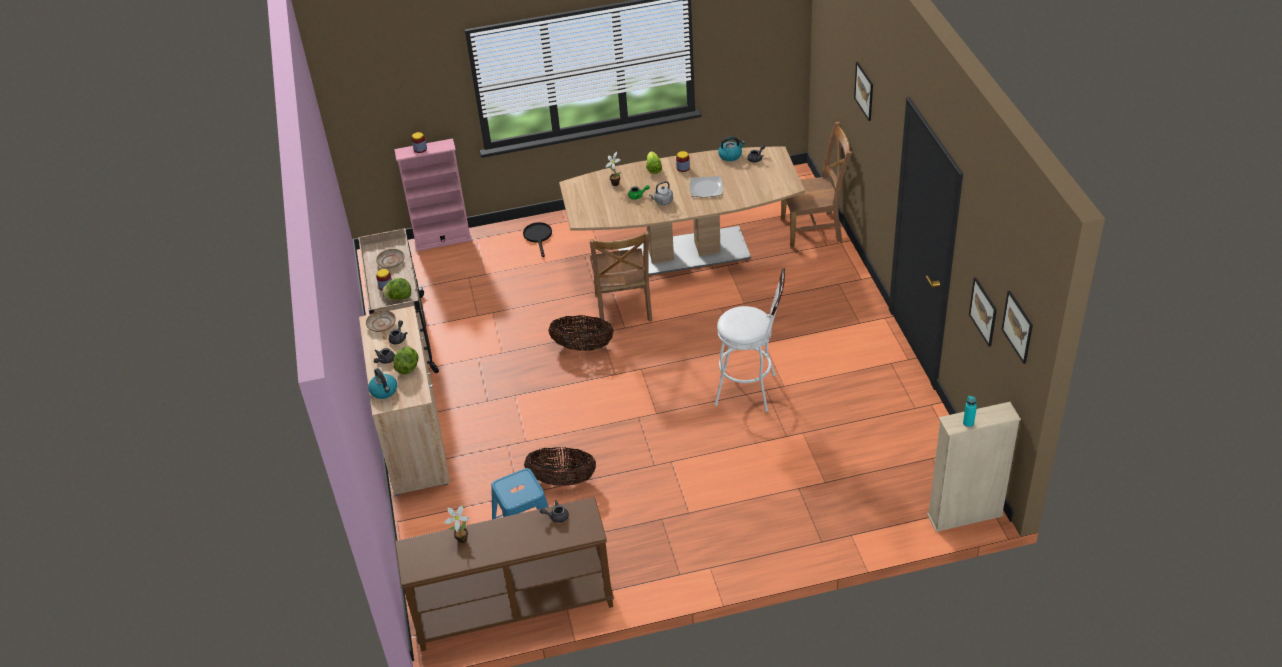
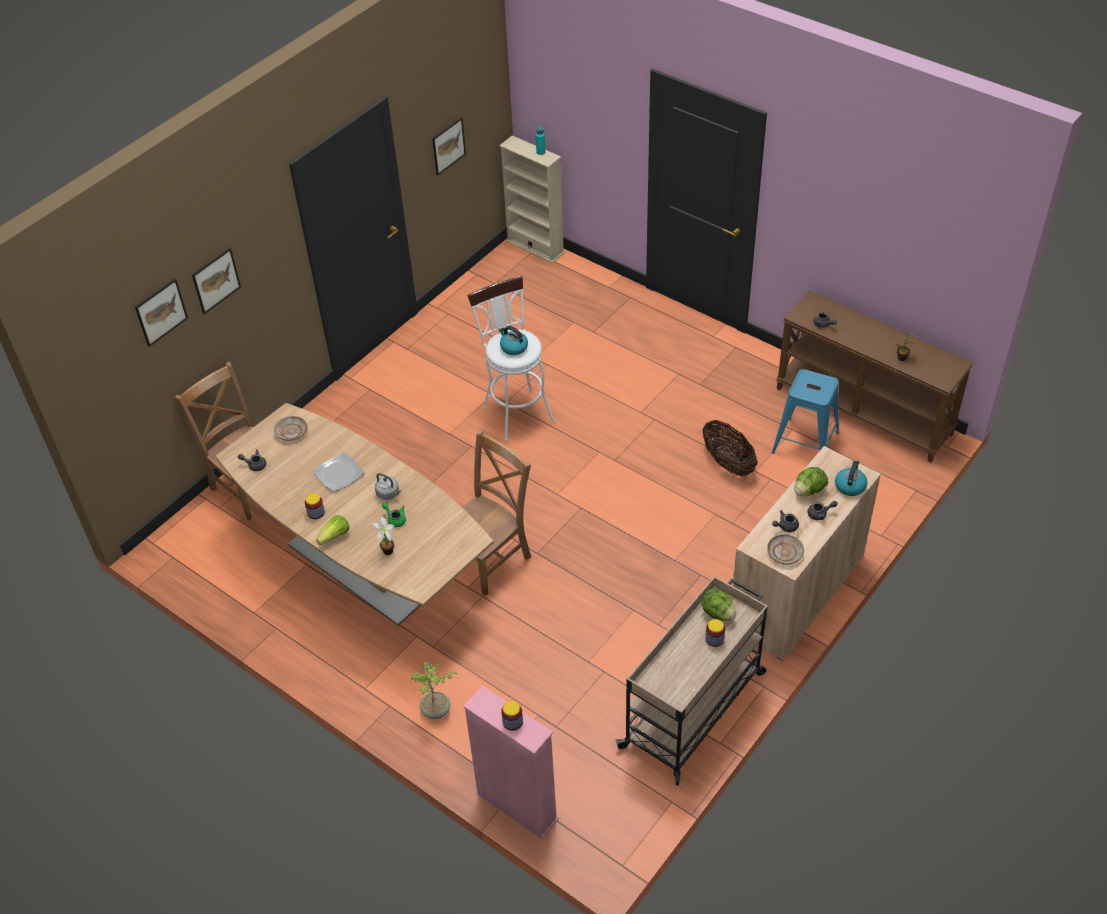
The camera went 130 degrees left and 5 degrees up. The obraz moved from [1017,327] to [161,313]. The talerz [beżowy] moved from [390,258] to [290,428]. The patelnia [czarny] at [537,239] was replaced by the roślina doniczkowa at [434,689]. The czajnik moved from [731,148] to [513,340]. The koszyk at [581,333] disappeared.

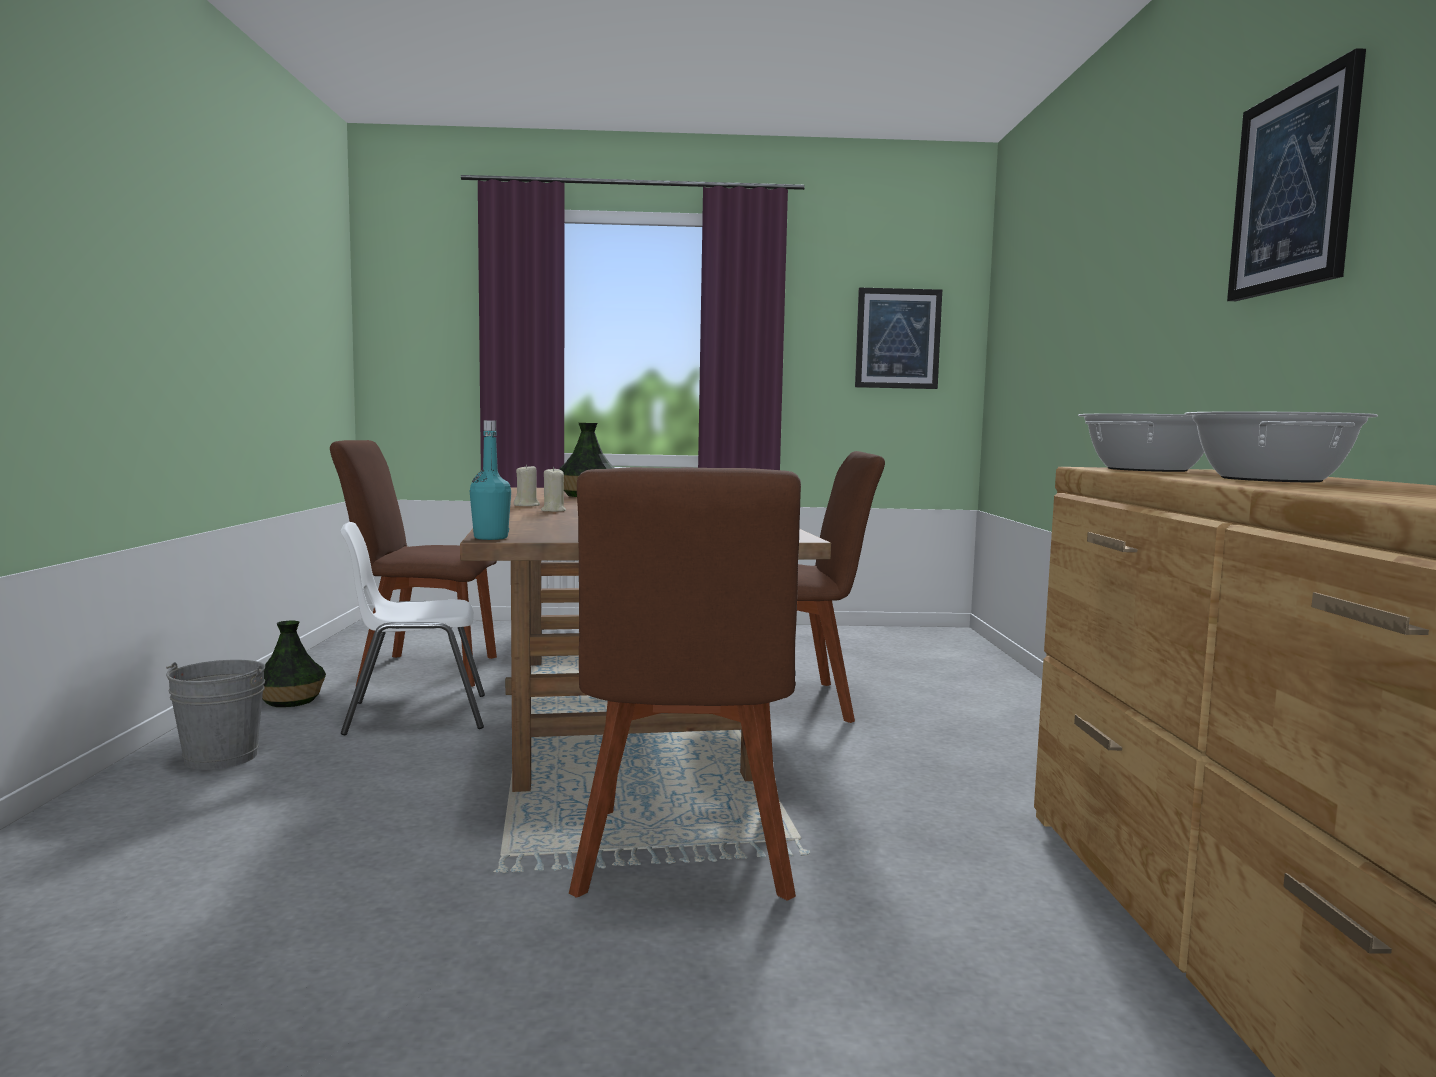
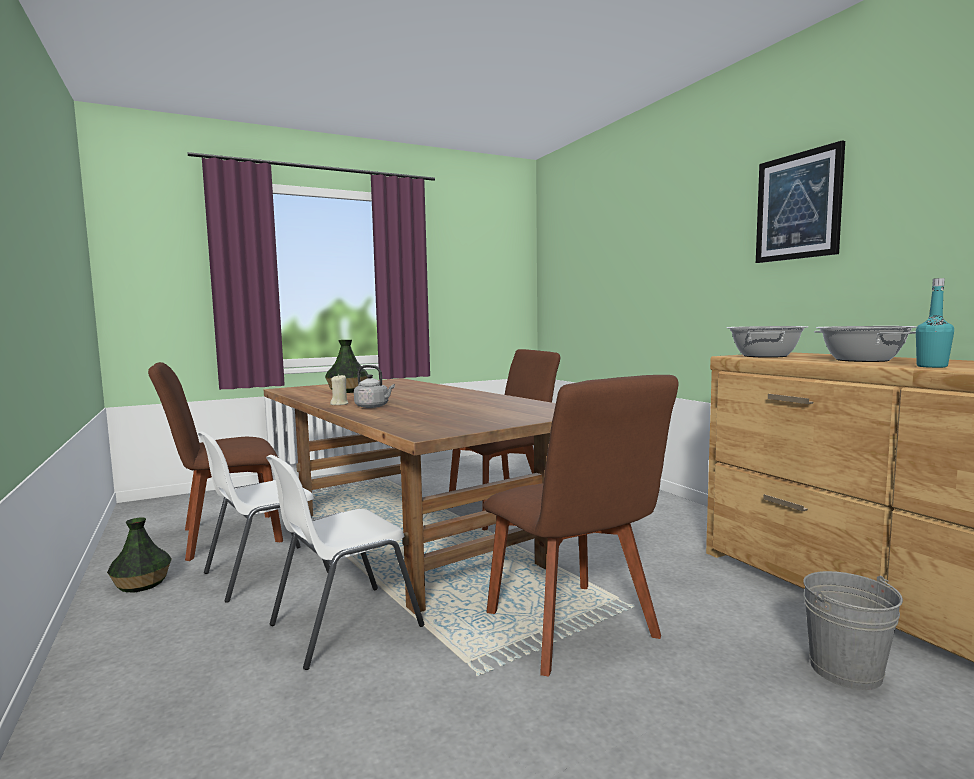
The camera went 25 degrees left and 0 degrees up. The krzesło [biały] at [345,562] appeared. The świeca [beżowy] at [553,489] was replaced by the czajnik [szary] at [374,386]. The wiadro [szary] moved from [215,715] to [853,630]. The butelka [turkusowy] moved from [490,480] to [935,323]. The obraz at [898,338] disappeared.

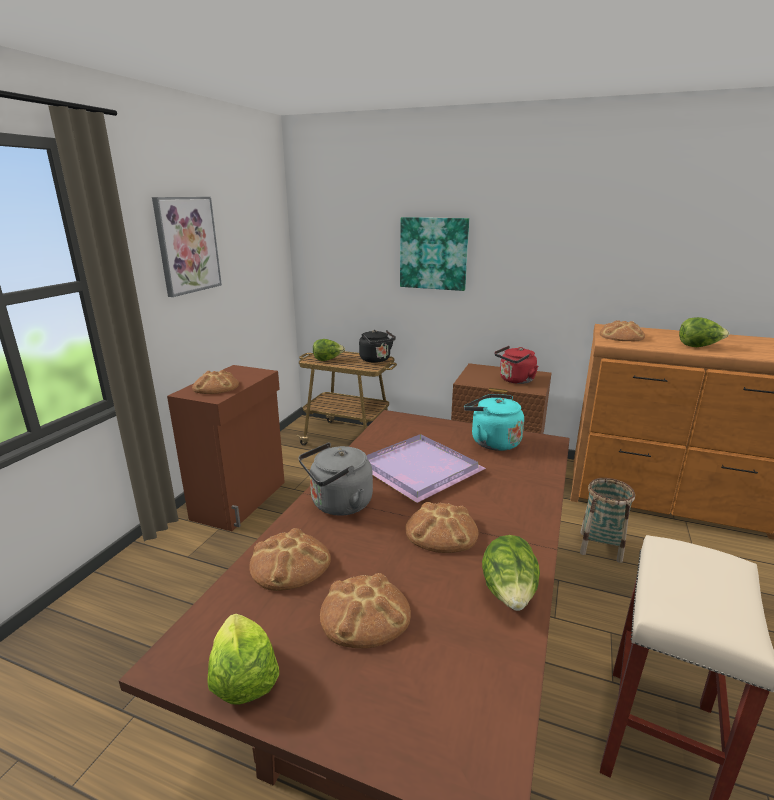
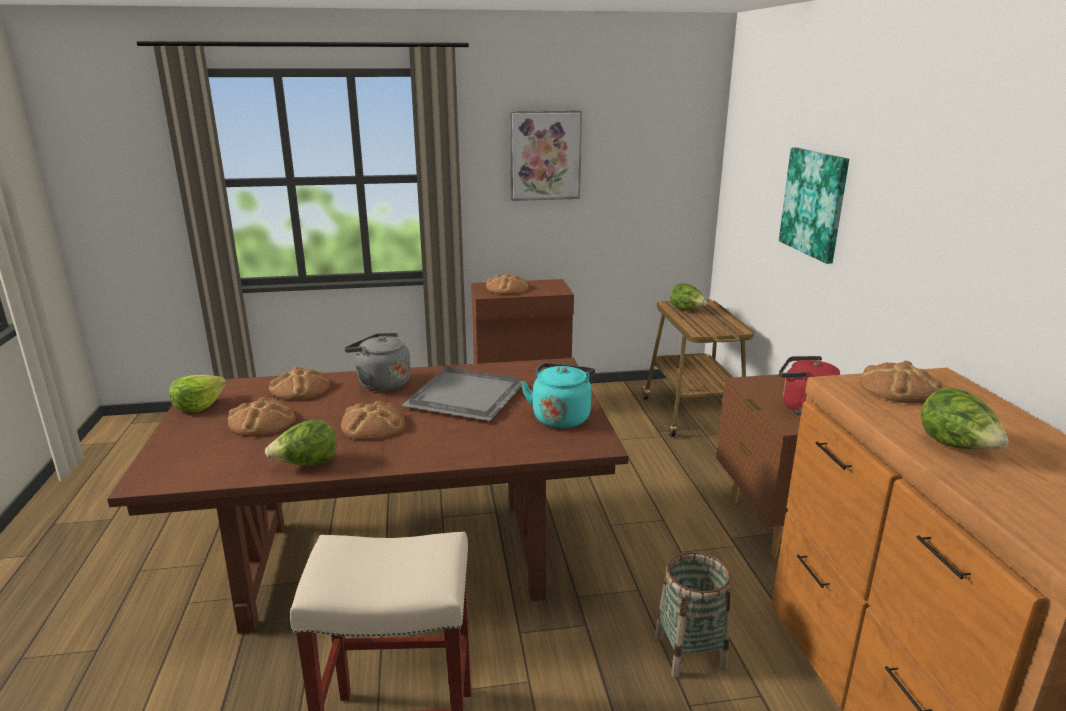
The camera went 60 degrees right and 0 degrees up. The taca [fioletowy] at [426,468] became the taca [szary] at [462,394]. The czajnik [czarny] at [377,346] disappeared.

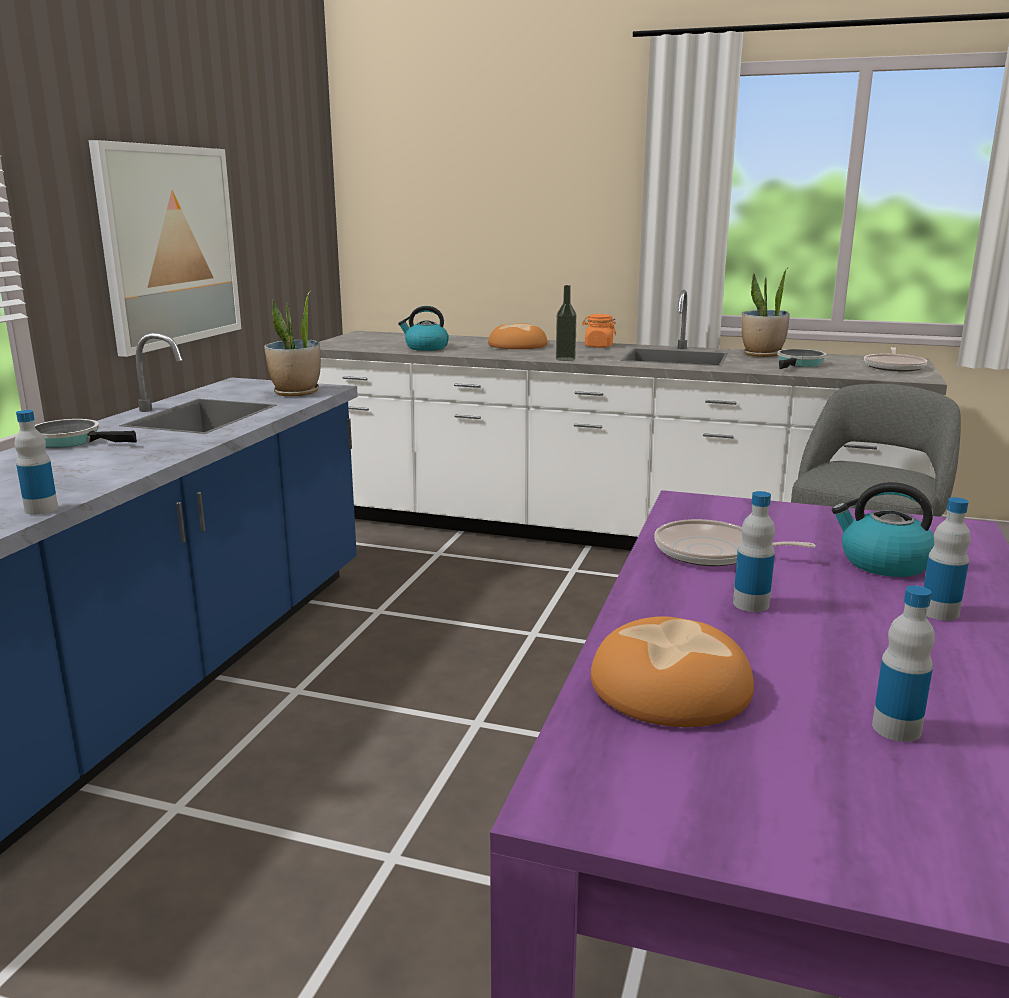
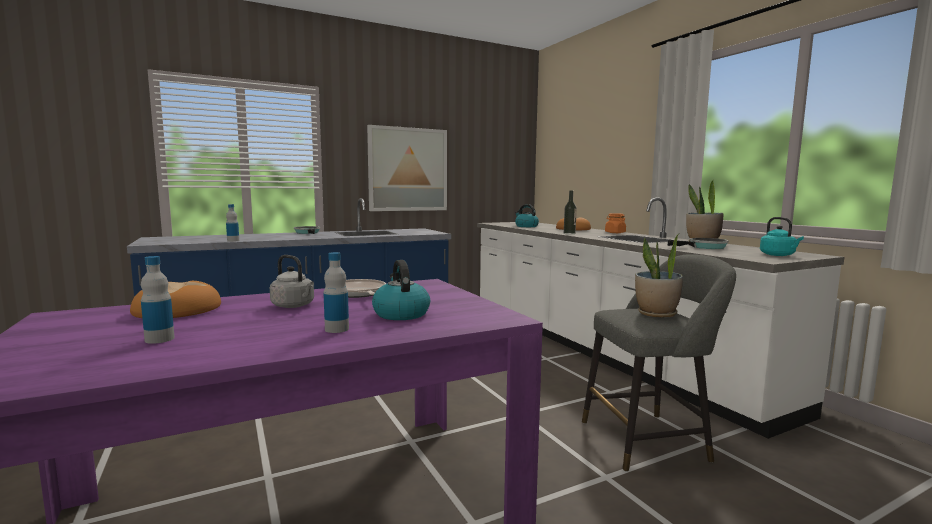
The camera went 45 degrees right and 10 degrees down. The butelka at [754,551] was replaced by the czajnik [szary] at [292,281]. The roślina doniczkowa moved from [292,344] to [659,276]. The patelnia at [895,359] was replaced by the czajnik [turkusowy] at [782,236].

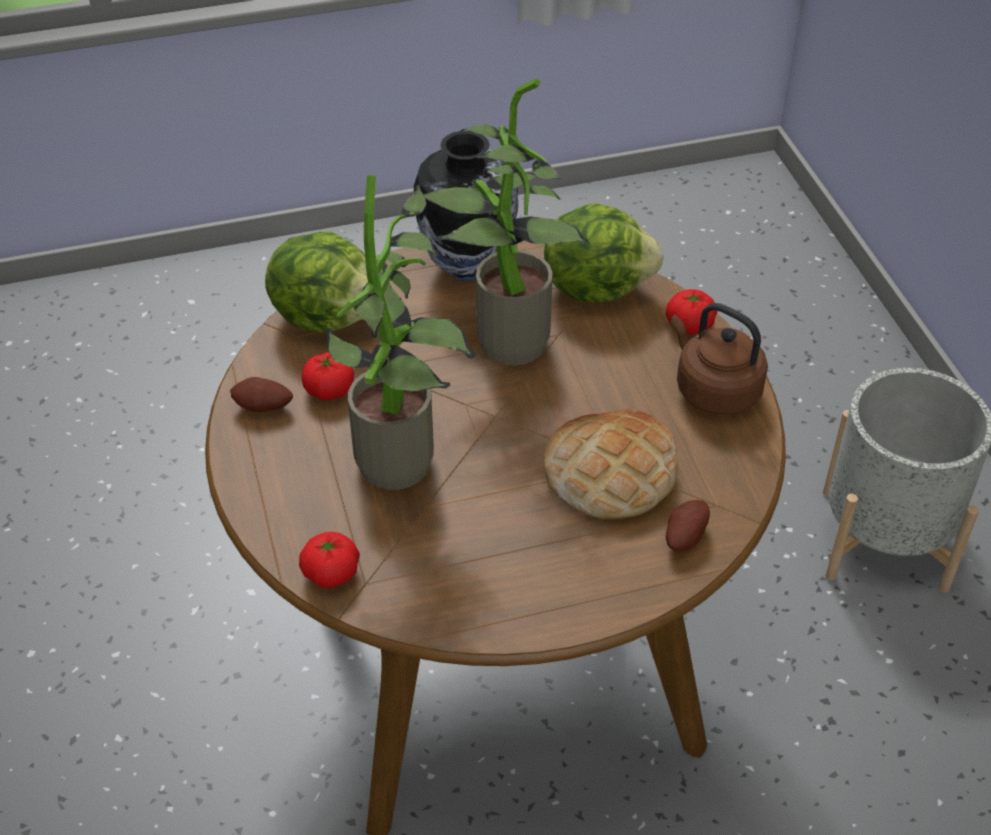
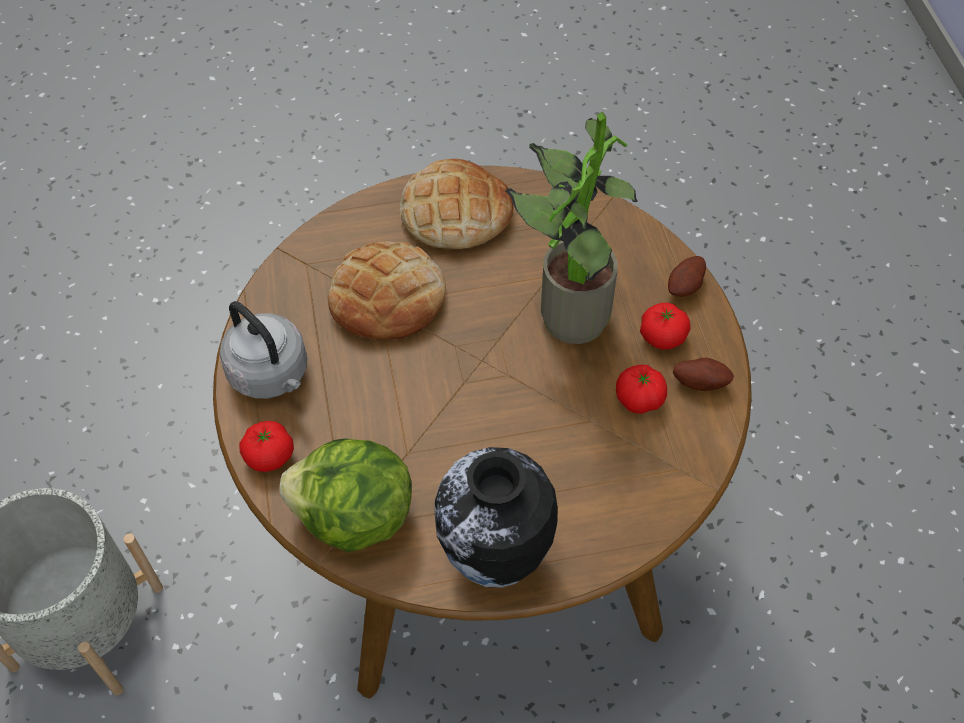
The camera went 175 degrees left and 10 degrees up. The czajnik [brązowy] at [719,359] became the czajnik [szary] at [263,350]. The chleb at [457,204] appeared. The pomidor moved from [329,560] to [665,326]. The ziemniak moved from [687,526] to [687,276]. The sałata at [316,282] disappeared. The roślina doniczkowa at [506,222] disappeared.

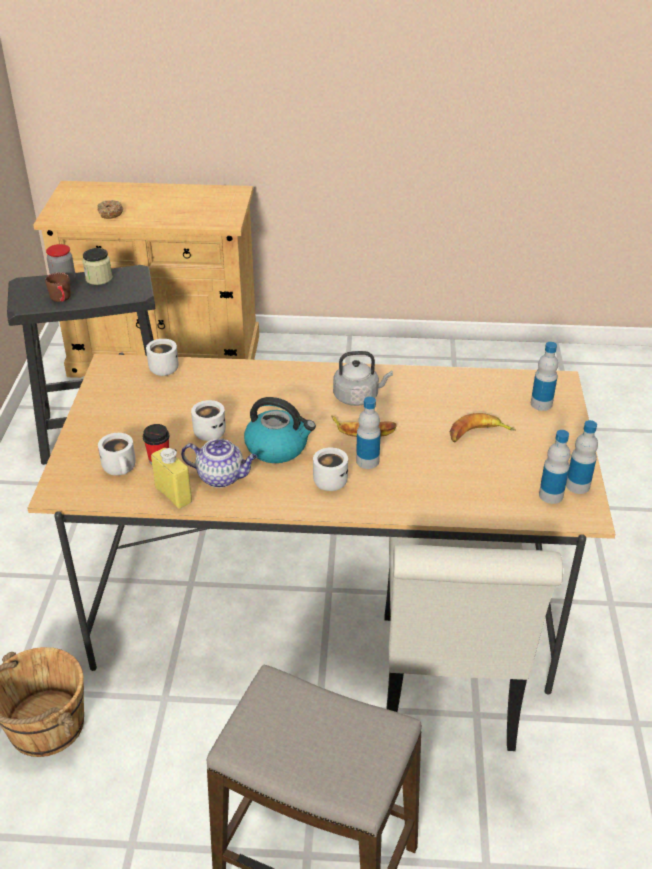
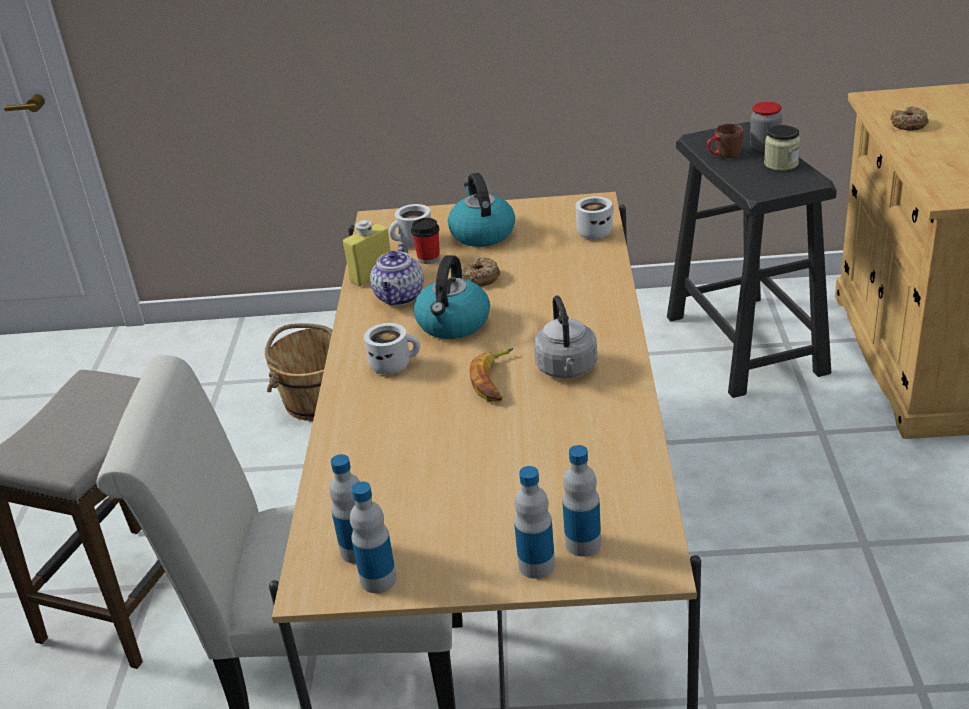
The camera went 90 degrees right and 5 degrees down. The czajnik at [481,210] appeared. The kubek [biały] at [208,420] was replaced by the donut at [480,272]. The butelka moved from [368,433] to [534,522]. The banan at [483,427] disappeared.

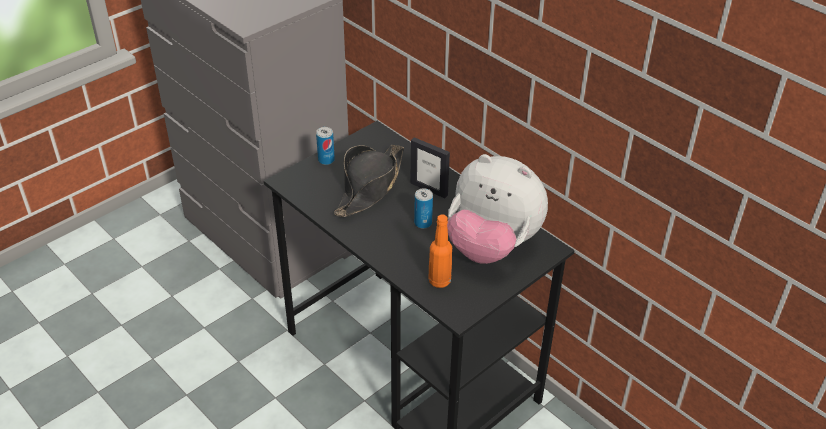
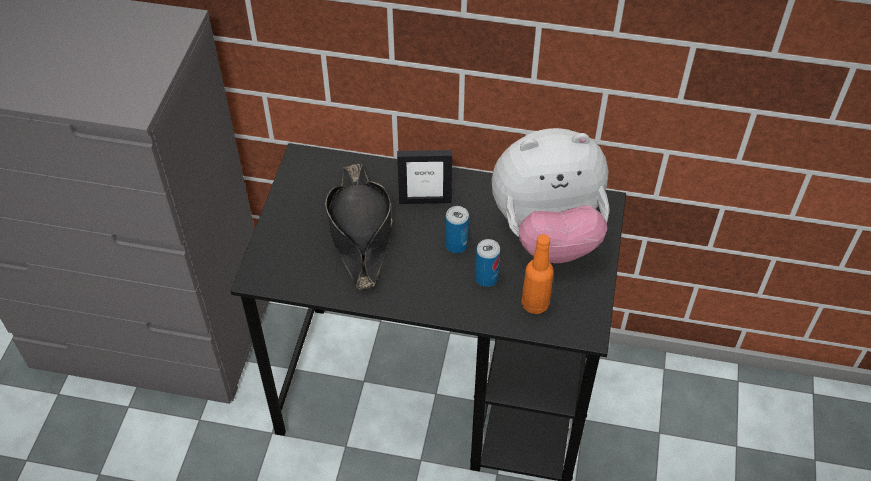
The camera went 35 degrees left and 10 degrees up. The puszka moved from [325,146] to [487,263].

